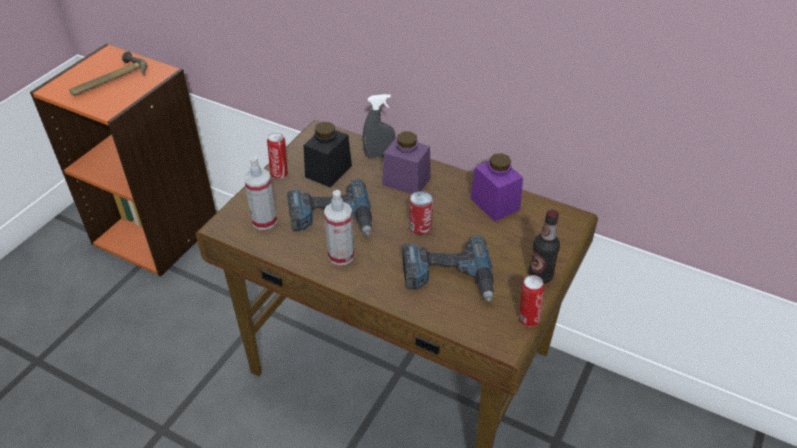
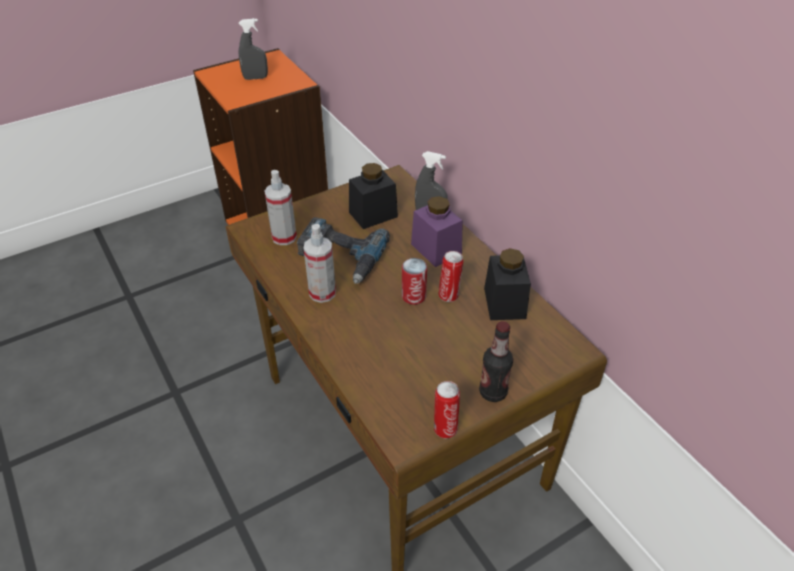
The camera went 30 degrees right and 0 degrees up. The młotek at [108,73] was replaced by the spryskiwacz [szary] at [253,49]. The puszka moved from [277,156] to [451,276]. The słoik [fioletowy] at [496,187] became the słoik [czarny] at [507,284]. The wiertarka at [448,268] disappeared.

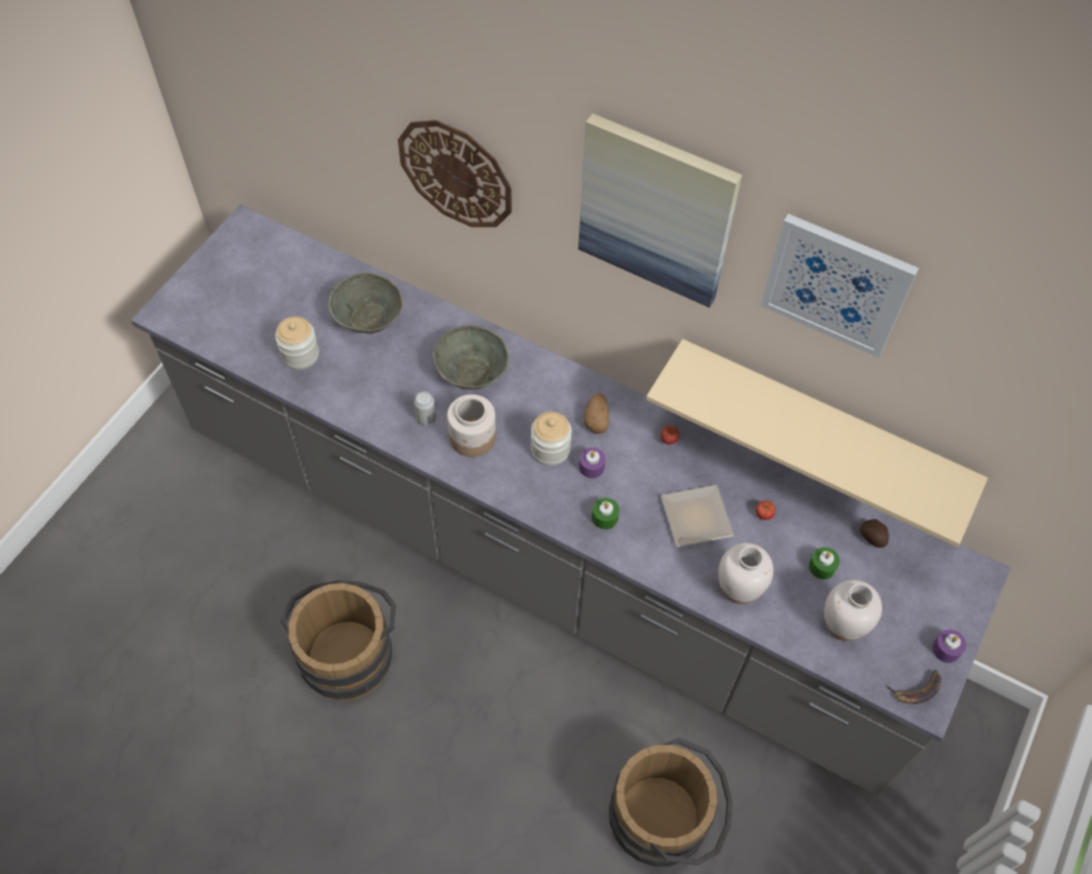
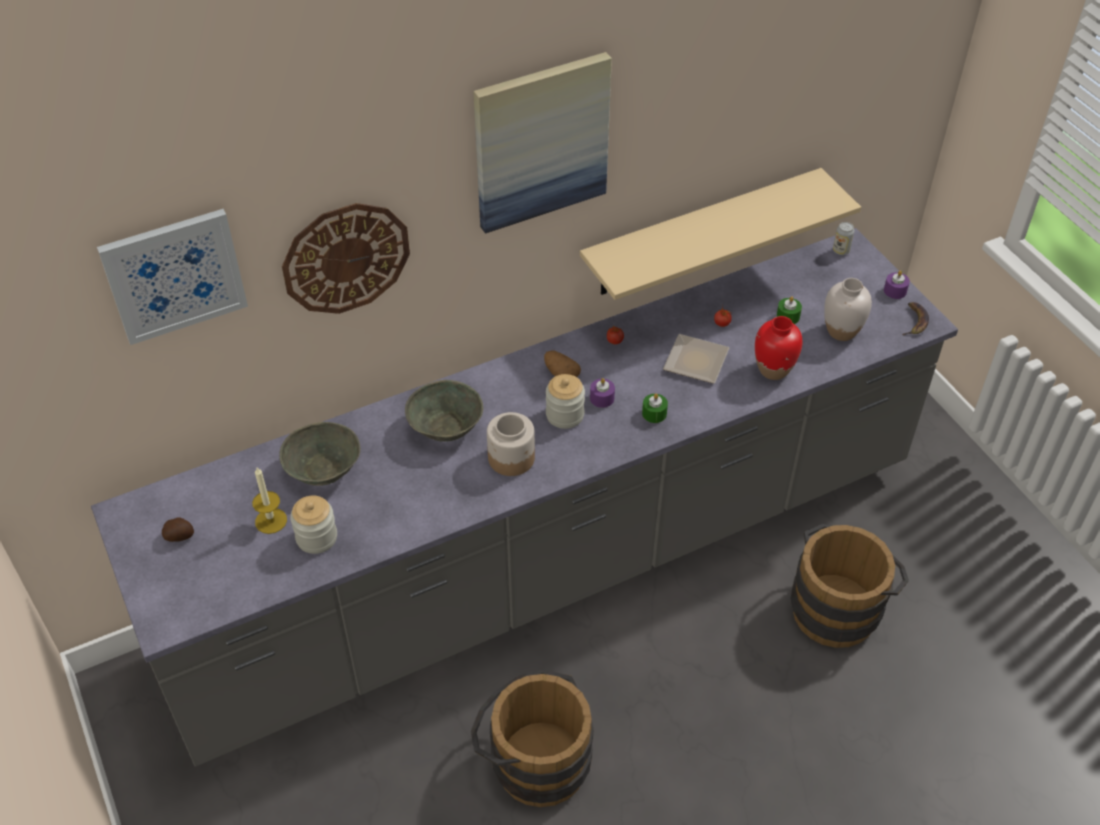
The camera went 55 degrees left and 10 degrees down. The obraz moved from [839,286] to [172,277]. The ziemniak moved from [874,533] to [178,529]. The świeca at [269,500] appeared. The wazon [biały] at [745,573] became the wazon [czerwony] at [779,348]. The puszka moved from [425,408] to [844,238].

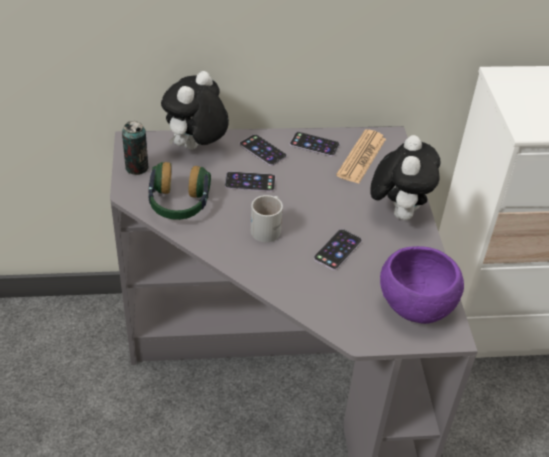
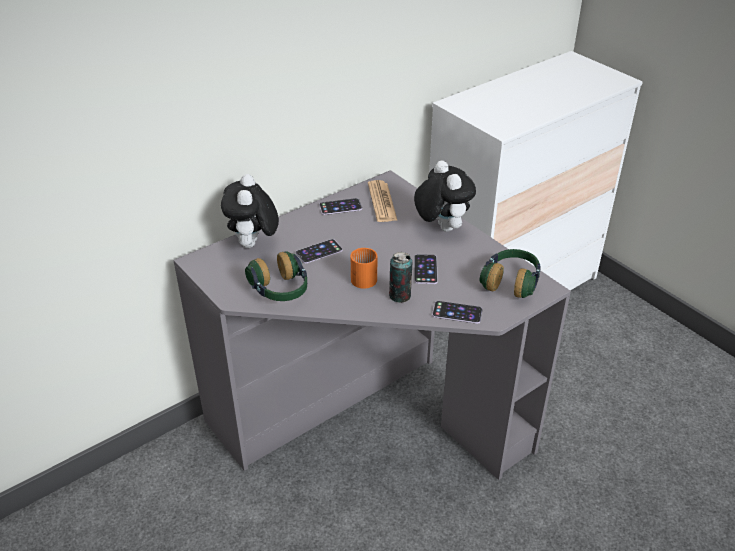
The camera went 30 degrees left and 5 degrees down. The kubek [biały] at [267,218] became the kubek [pomarańczowy] at [364,268]. The puszka moved from [135,148] to [400,277]. The telefon moved from [263,150] to [457,312]. The miska [fioletowy] at [422,285] was replaced by the słuchawki at [509,273].

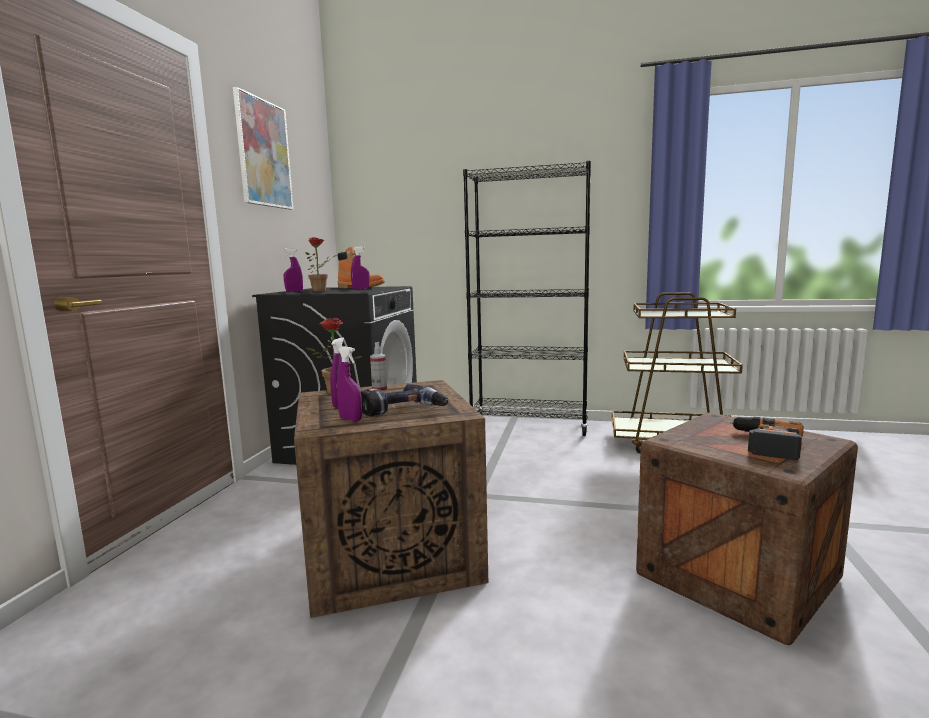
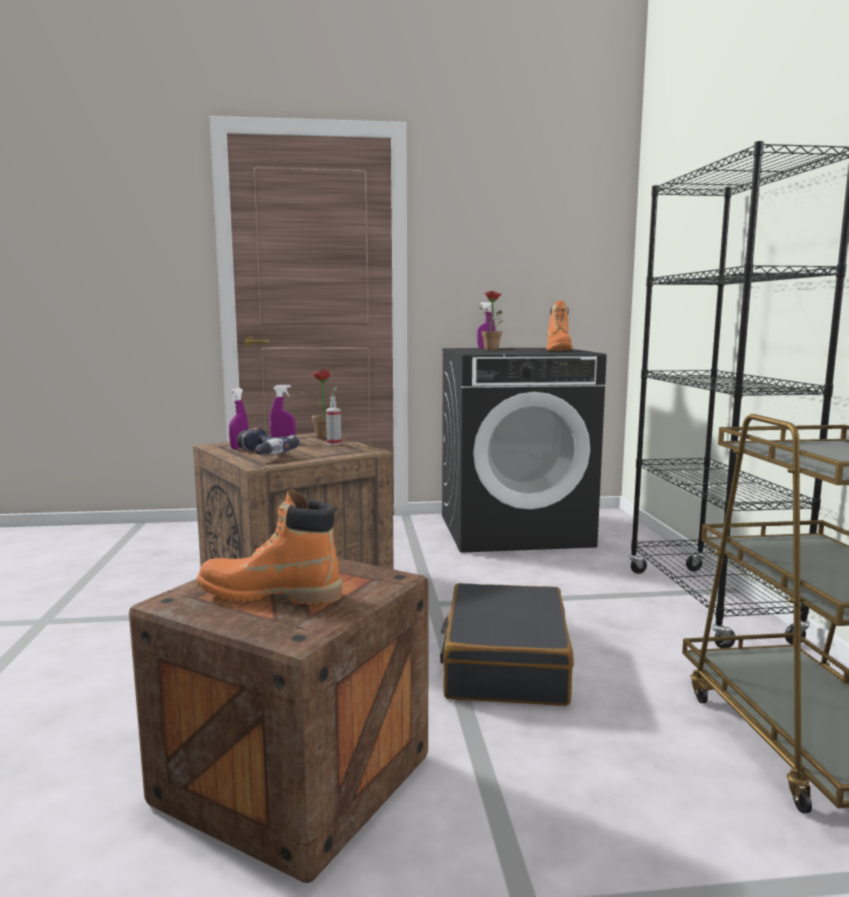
The camera went 70 degrees right and 0 degrees up. The wiertarka at [767,438] was replaced by the but z cholewką [pomarańczowy] at [269,547]. The walizka [czarny] at [507,644] appeared. The obraz at [263,148] disappeared. The spryskiwacz [fioletowy] at [360,268] disappeared.

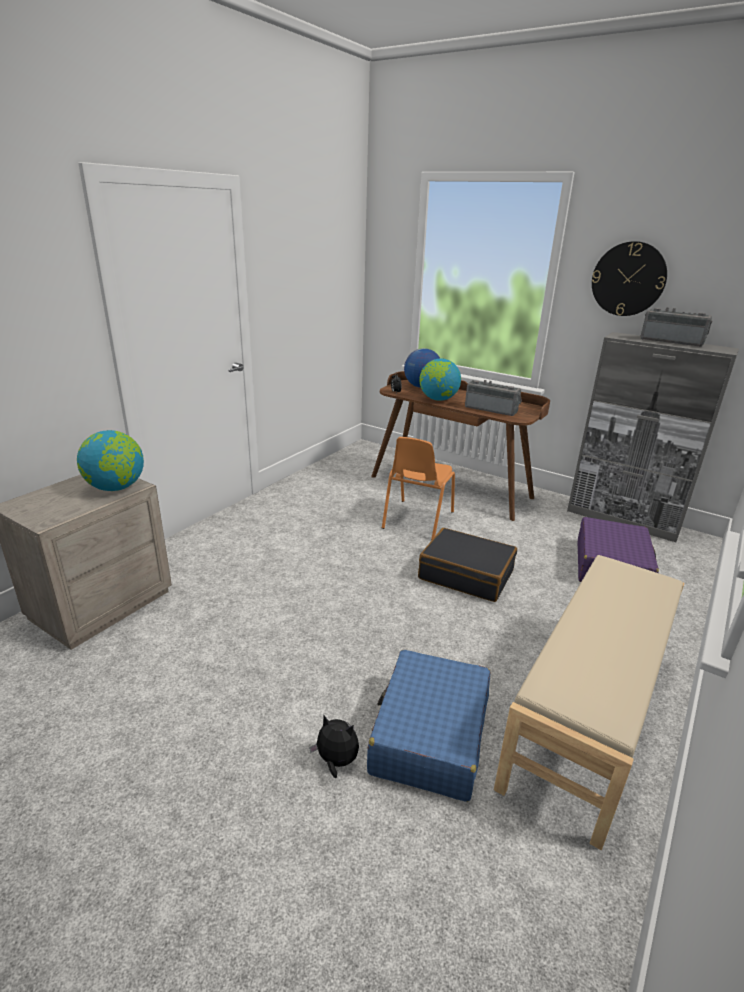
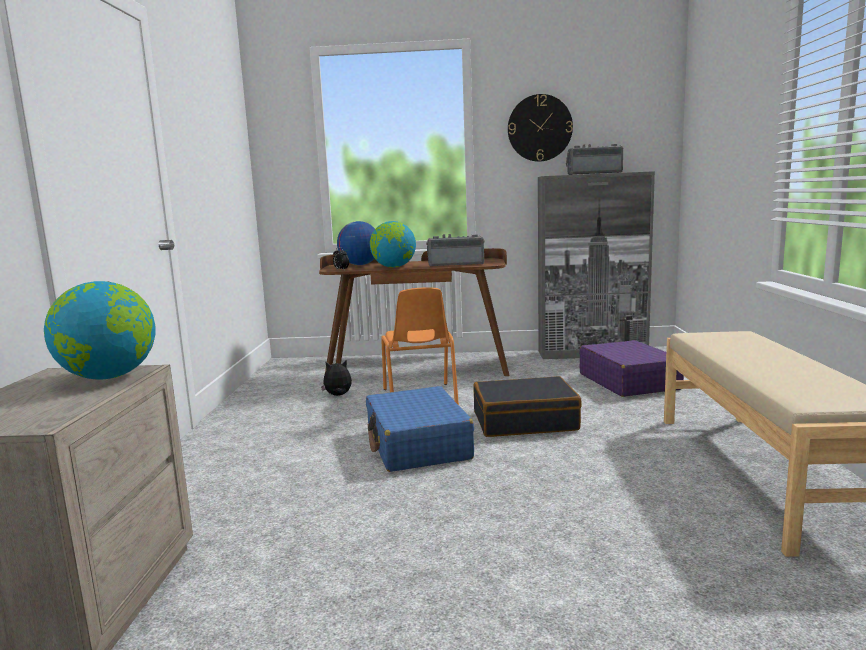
The camera went 30 degrees left and 15 degrees down. The pluszak moved from [334,746] to [336,378]. The walizka [niebieski] moved from [429,726] to [420,429].

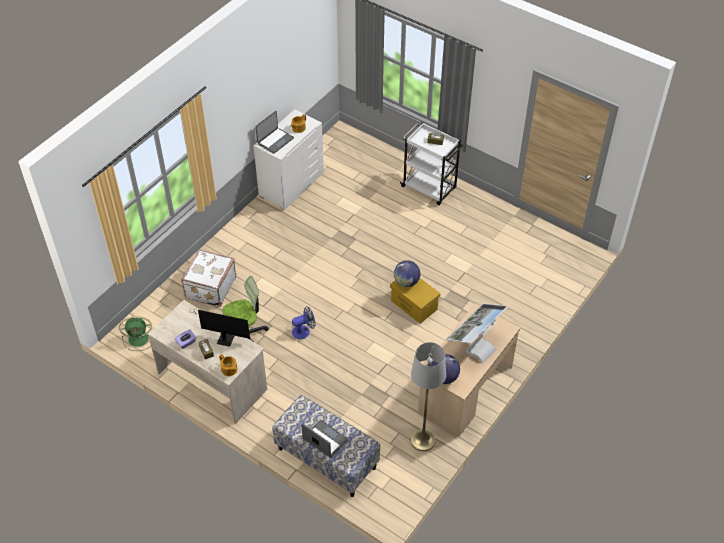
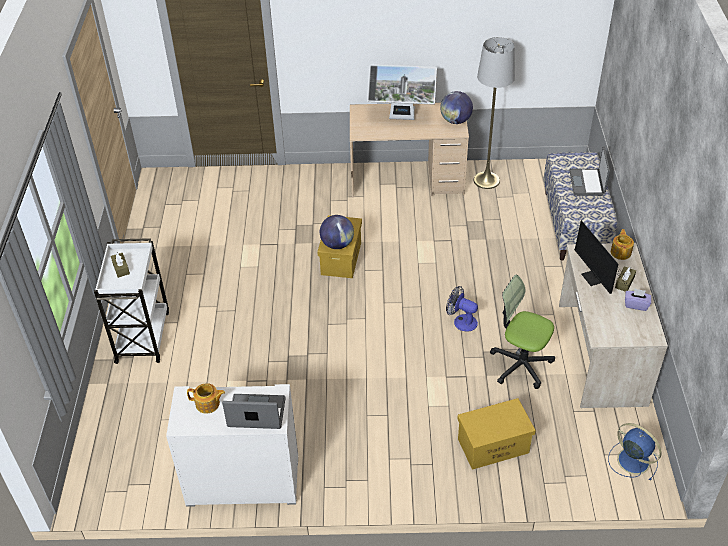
The camera went 125 degrees left and 5 degrees down. The walizka [biały] at [208,278] was replaced by the pojemnik do przechowywania [żółty] at [496,434]. The wentylator [zielony] at [135,333] became the wentylator [niebieski] at [635,452].

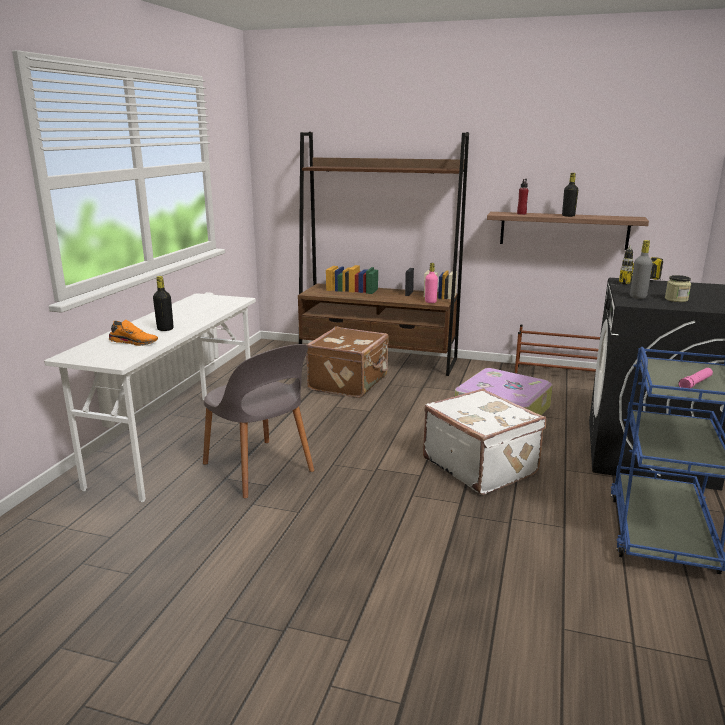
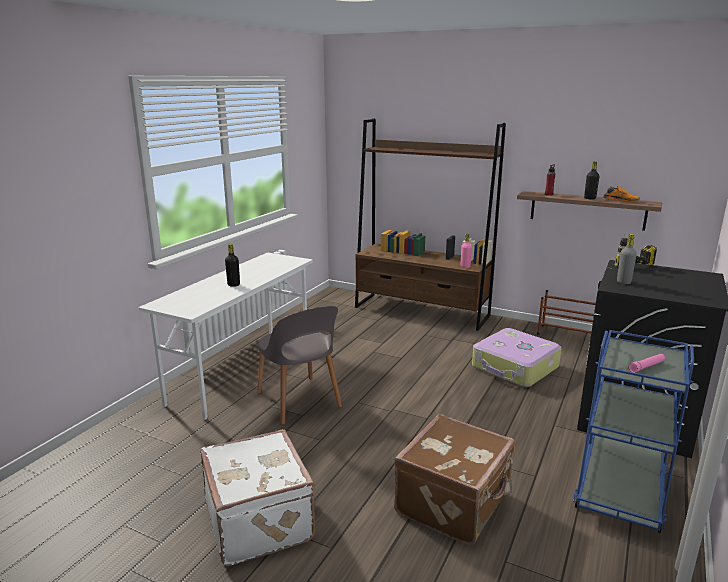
The camera went 10 degrees right and 0 degrees up. The walizka [biały] moved from [484,441] to [257,497]. The walizka [brązowy] moved from [347,362] to [454,479]. The but [pomarańczowy] moved from [133,333] to [621,194]. The słoik at [678,288] disappeared.

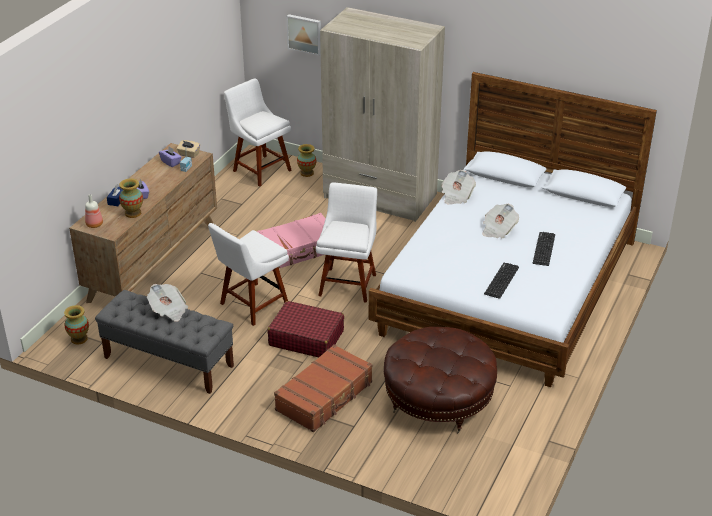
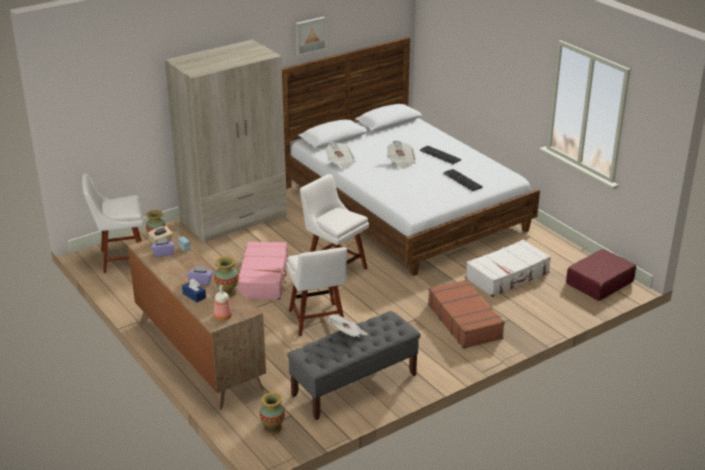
The camera went 60 degrees left and 5 degrees down. The obraz moved from [304,35] to [310,36]. The pufa [brązowy] at [440,380] was replaced by the walizka [biały] at [508,268]. The walizka [czerwony] moved from [306,329] to [601,275].

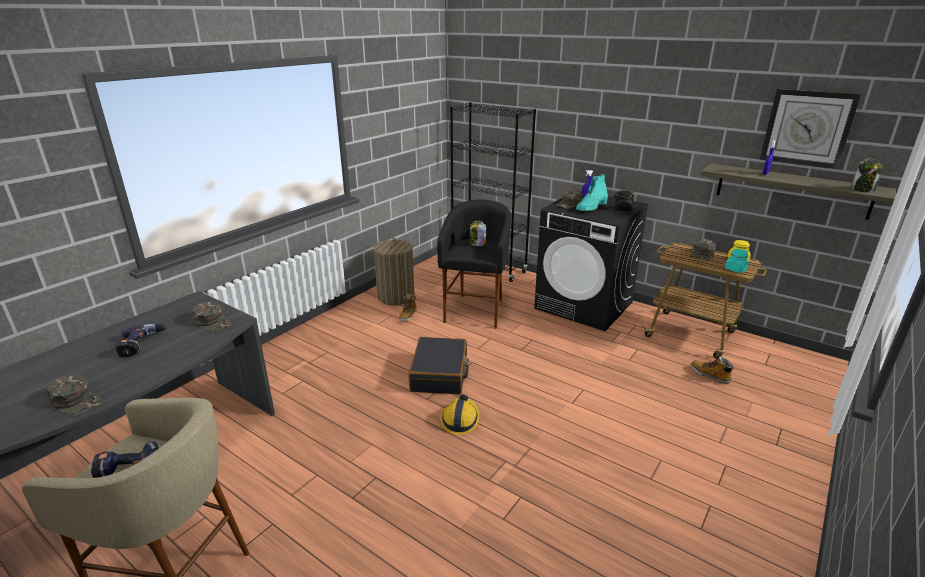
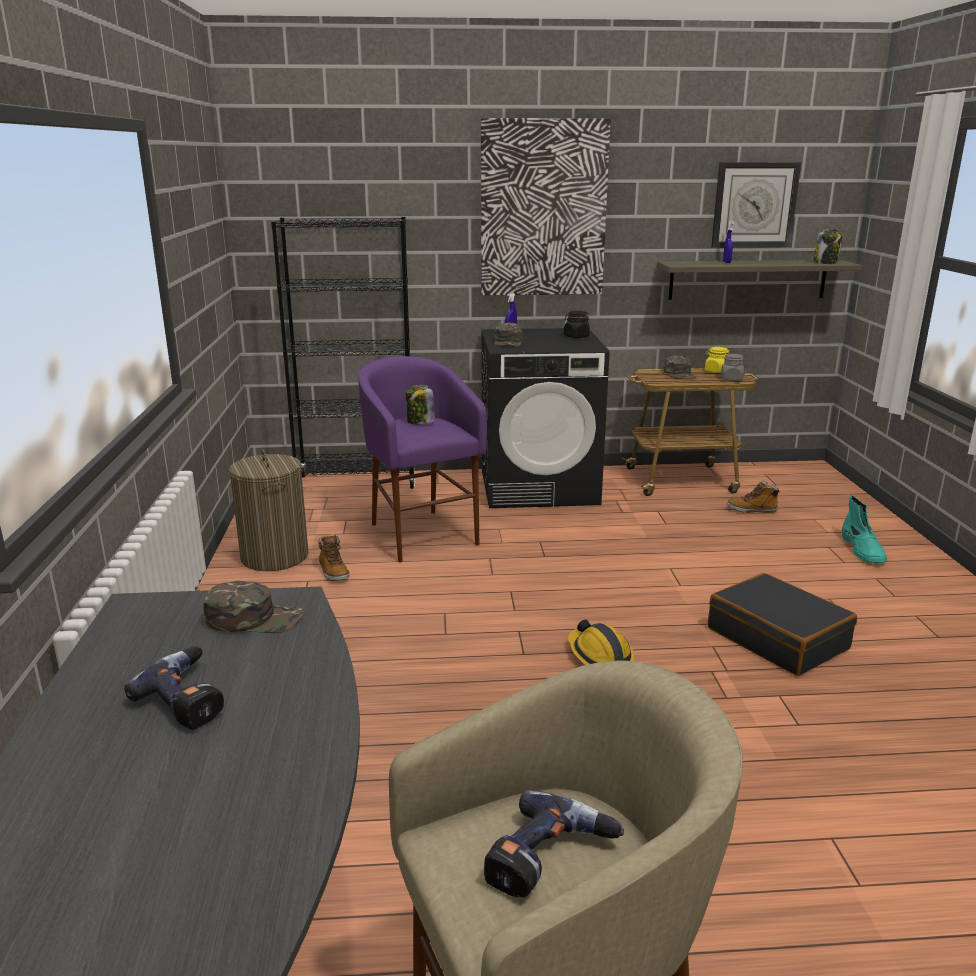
The camera went 40 degrees left and 5 degrees down. The stołek [czarny] at [474,264] became the stołek [fioletowy] at [422,459]. The obraz at [546,206] appeared. The walizka [czarny] moved from [439,366] to [782,624]. The słoik [turkusowy] at [737,261] became the słoik [szary] at [732,367]. The but z cholewką [turkusowy] moved from [592,192] to [864,529]. The czapka z daszkiem [zielony] at [74,396] disappeared.

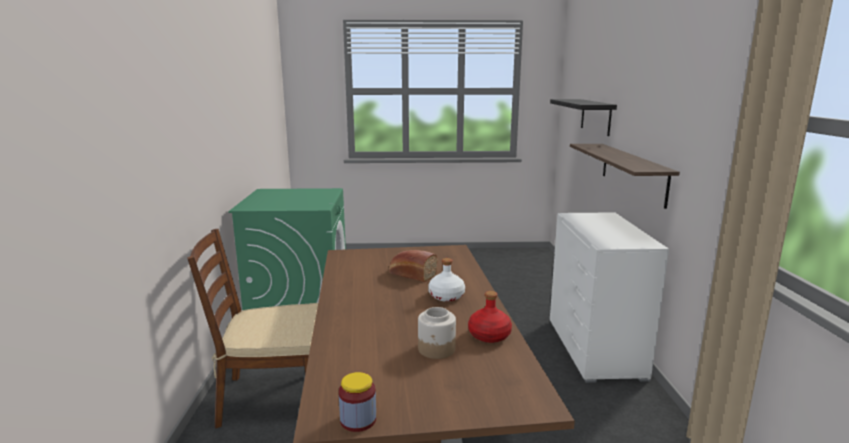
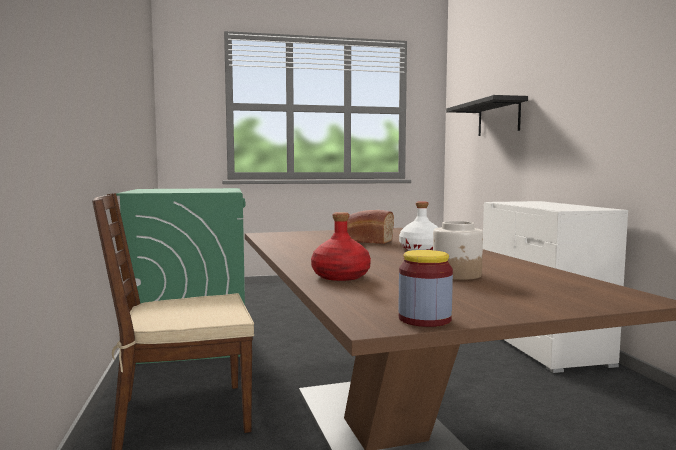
The camera went 10 degrees left and 10 degrees down. The butelka [czerwony] moved from [490,317] to [341,246]. The półka at [625,176] disappeared.

